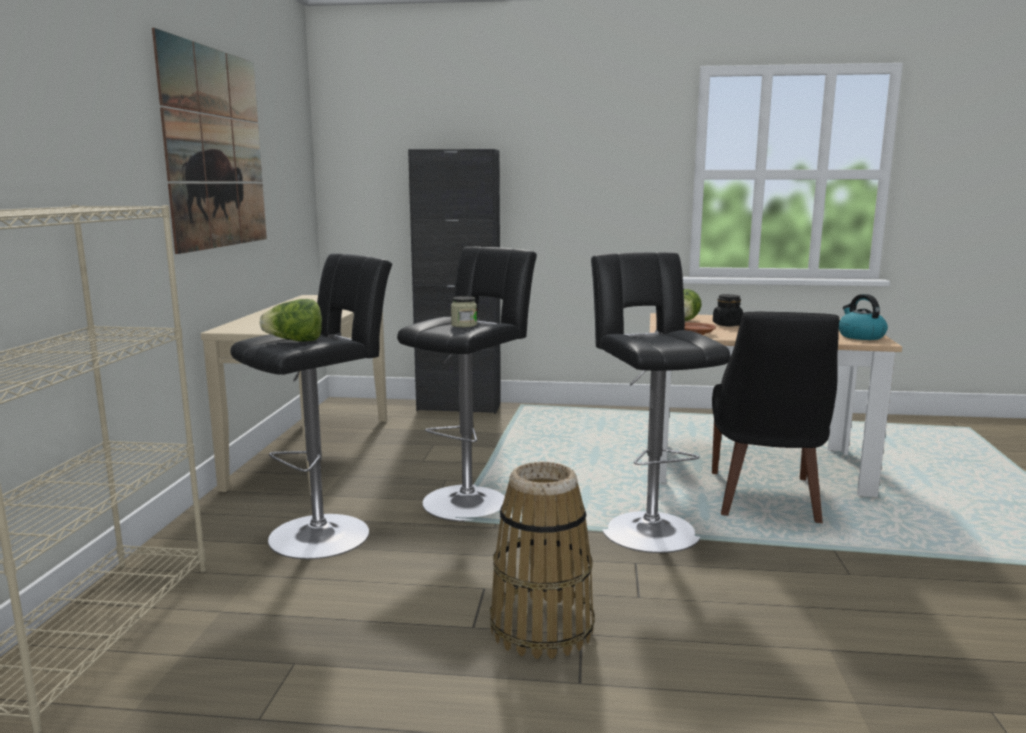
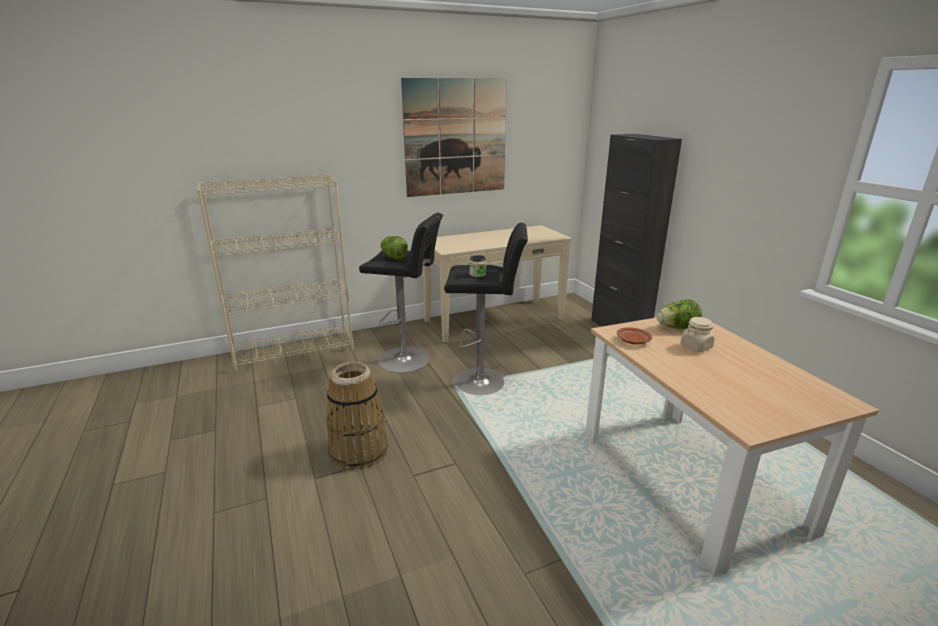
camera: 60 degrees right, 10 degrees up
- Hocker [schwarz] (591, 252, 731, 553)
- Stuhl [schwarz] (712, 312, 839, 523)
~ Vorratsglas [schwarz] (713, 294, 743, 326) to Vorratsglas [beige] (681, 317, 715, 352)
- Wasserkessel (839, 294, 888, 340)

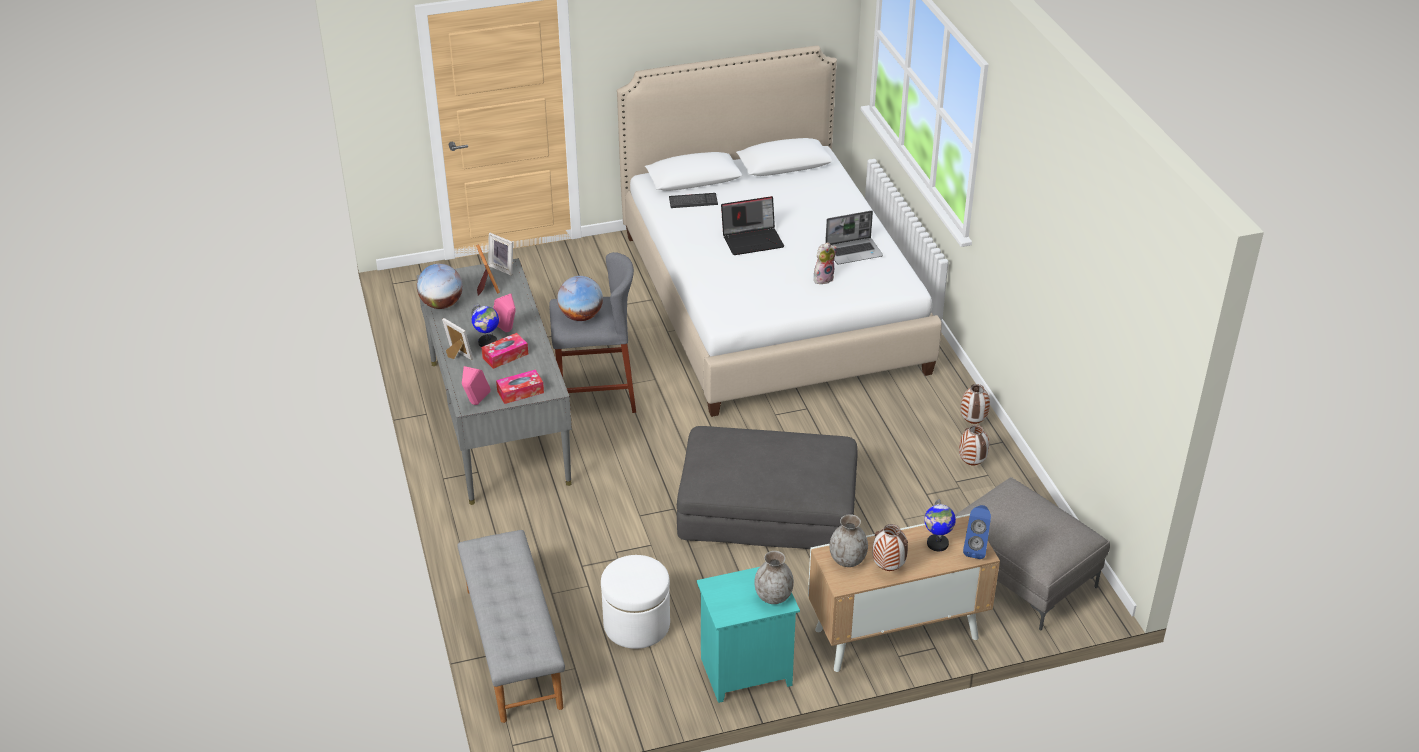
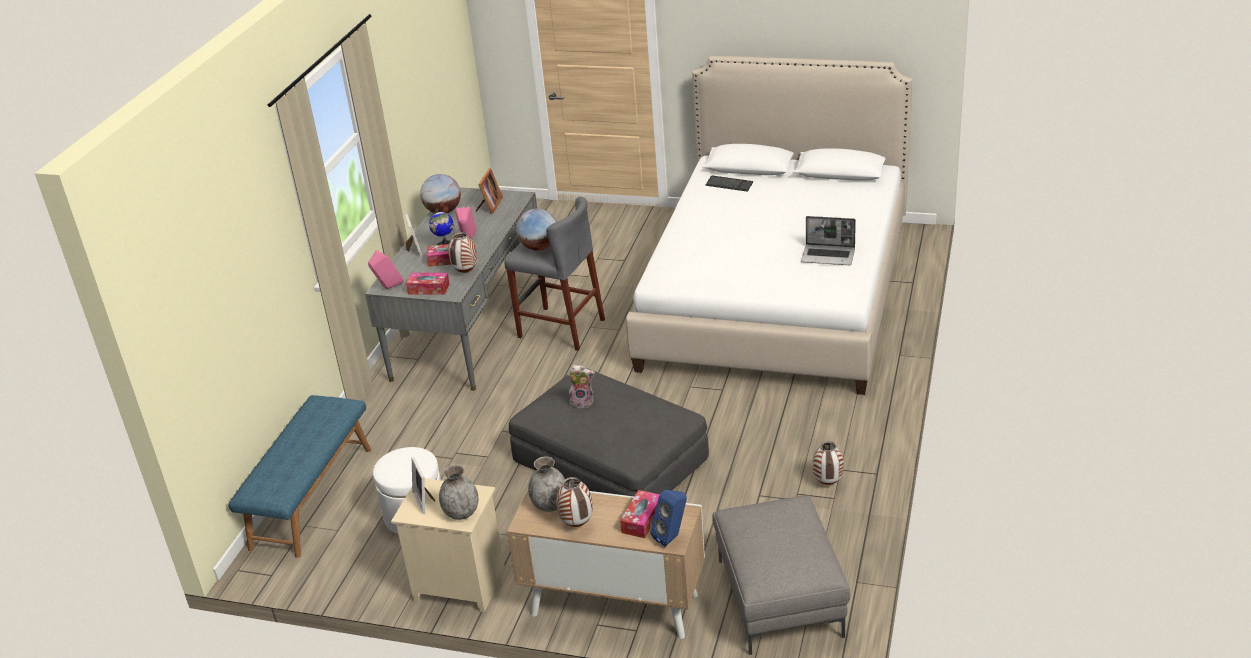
camera: 35 degrees right, 5 degrees down
~ Bank [grau] (457, 530, 565, 723) to Bank [blau] (228, 395, 371, 558)
~ Bilderrahmen (488, 233, 513, 275) to (412, 457, 435, 514)
~ Nachttisch [türkis] (697, 567, 800, 703) to Nachttisch [beige] (391, 478, 505, 612)
- Laptop (721, 196, 784, 255)
~ Plüschtier (814, 242, 838, 284) to (568, 365, 595, 408)
~ Globus (924, 500, 956, 551) to Taschentuchbox (620, 490, 660, 538)
~ Vase (961, 384, 990, 424) to (448, 232, 477, 273)

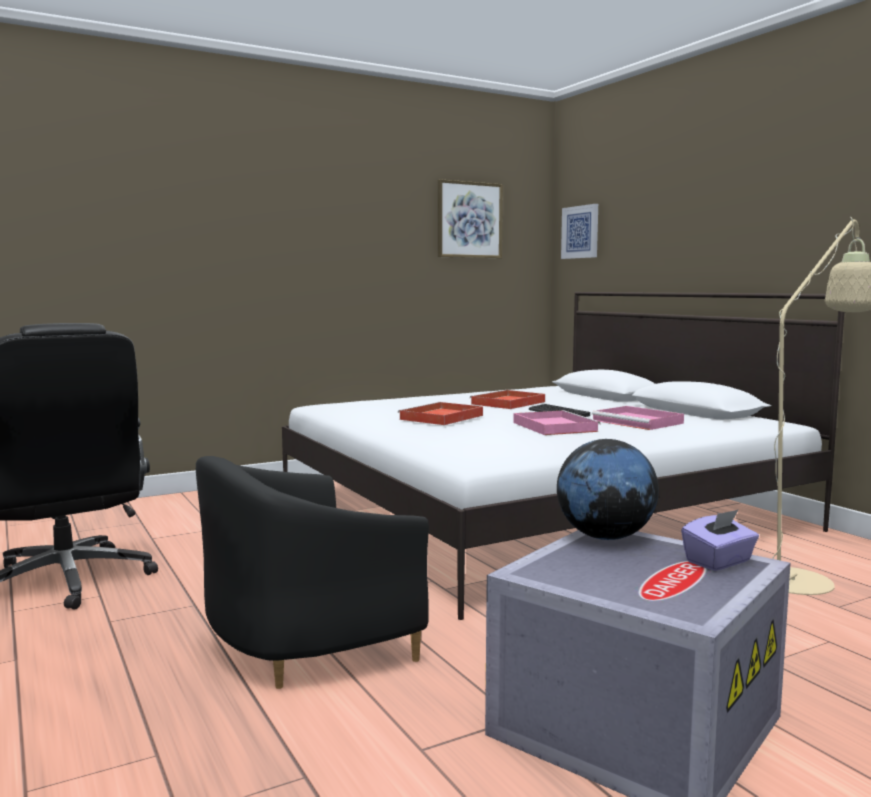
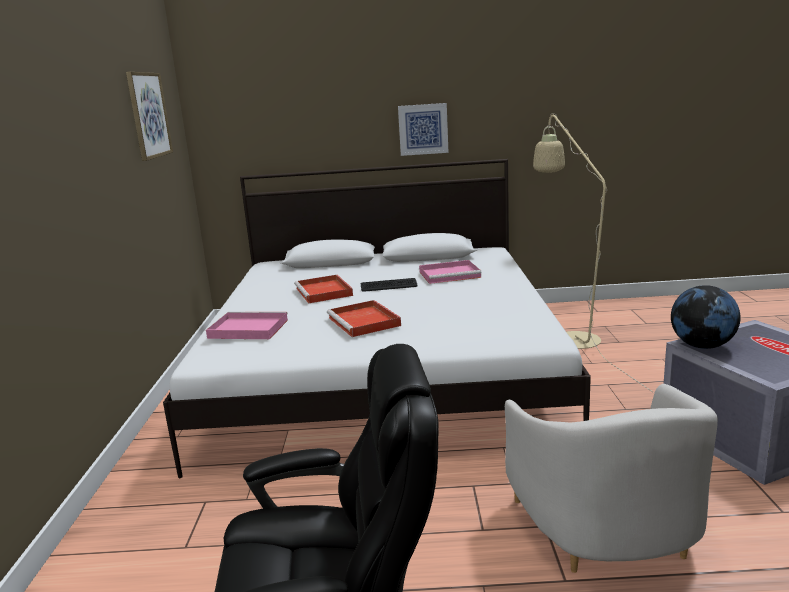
camera: 60 degrees left, 10 degrees up
~ Sessel [schwarz] (196, 456, 429, 689) to Sessel [weiß] (505, 384, 718, 573)
~ Tablett [rosa] (513, 410, 601, 435) to (206, 312, 288, 339)
~ Bild (561, 204, 598, 259) to (398, 103, 448, 156)
- Taschentuchbox [lila] (681, 509, 759, 571)

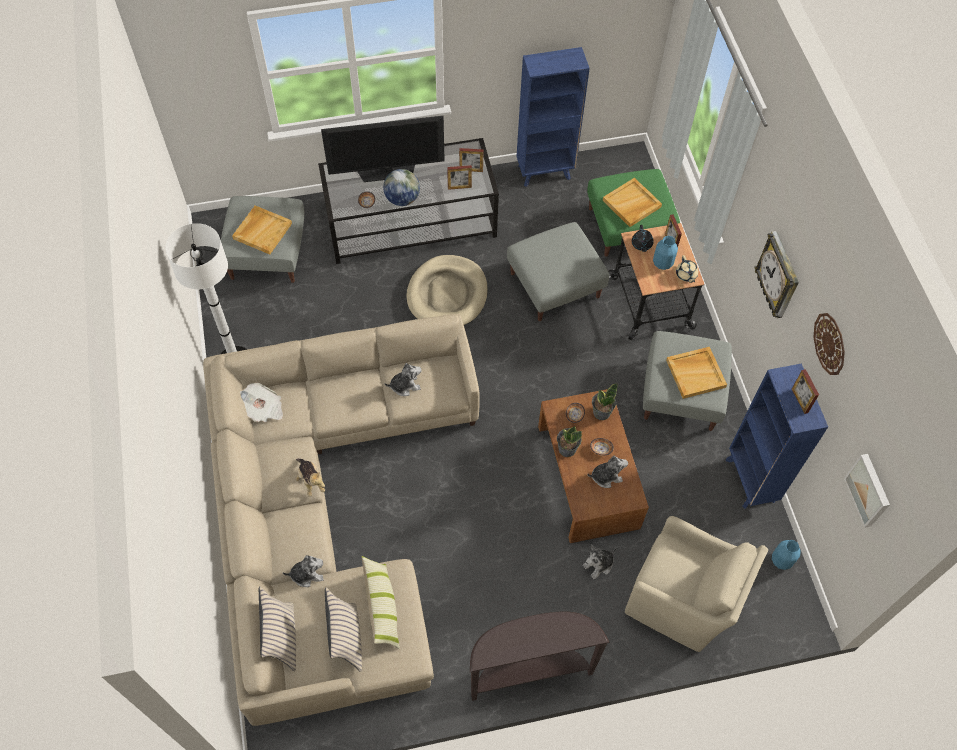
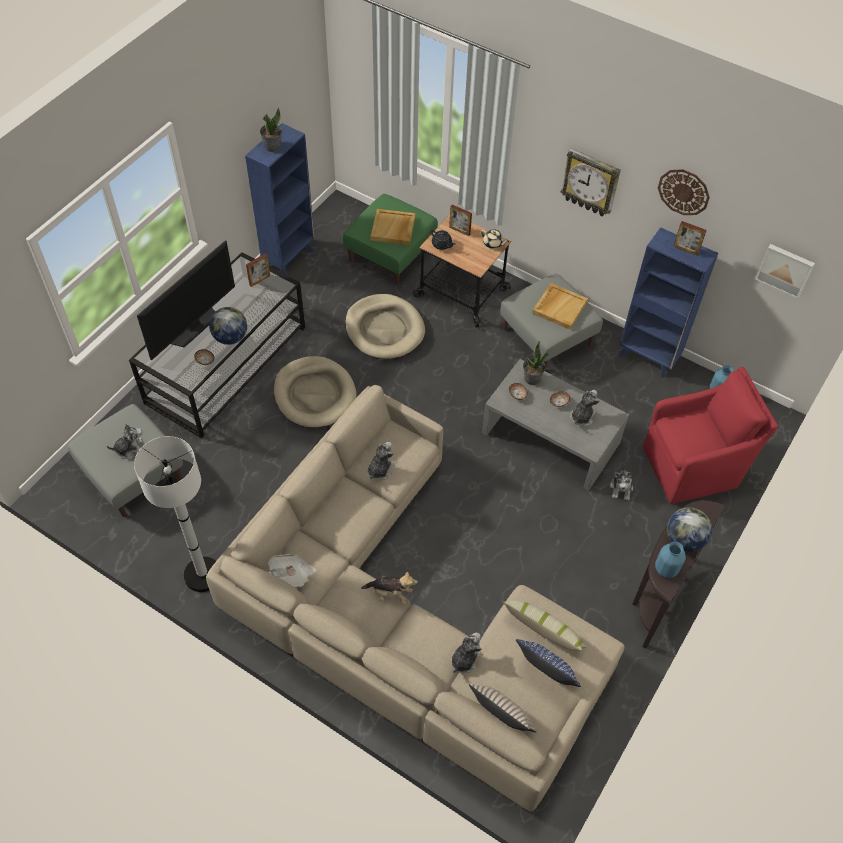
camera: 45 degrees left, 5 degrees down
~ Tablett [beige] (232, 206, 292, 254) to Plüschtier (107, 424, 143, 459)
~ Kissen [beige] (325, 587, 362, 672) to Kissen [blau] (516, 639, 581, 687)
- Bilderrahmen (447, 165, 472, 190)
~ Polsterhocker [grau] (507, 222, 609, 321) to Hundebett [beige] (345, 294, 425, 359)
~ Couchtisch [braun] (538, 389, 649, 543) to Couchtisch [grau] (482, 359, 629, 491)
~ Topfpflanze (557, 426, 582, 457) to (260, 108, 282, 152)
~ Sessel [beige] (625, 516, 768, 652) to Sessel [rot] (643, 367, 778, 504)
~ Vase [blau] (653, 236, 678, 270) to (655, 542, 686, 578)
+ Globus (667, 507, 712, 552)

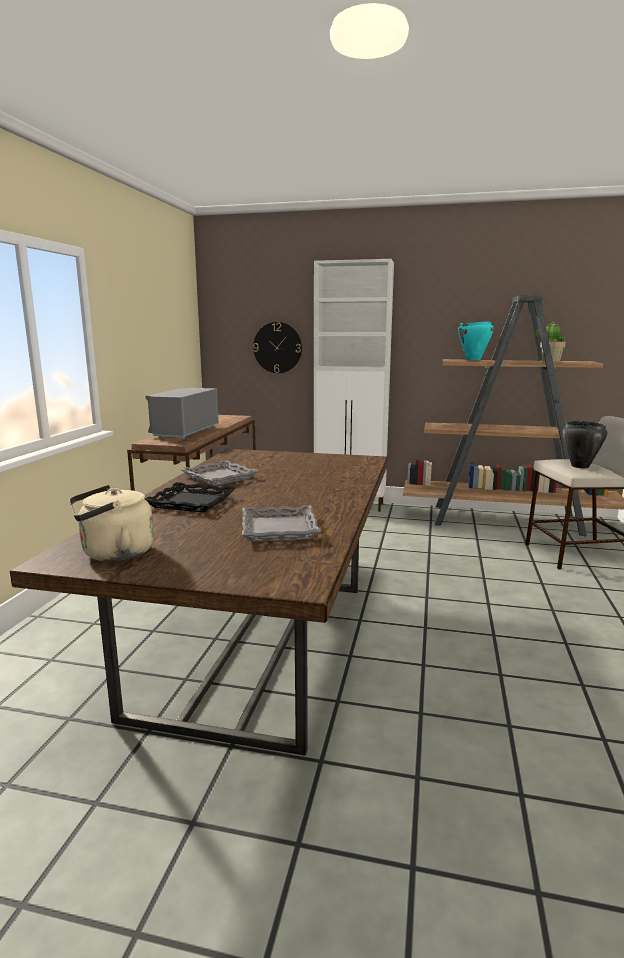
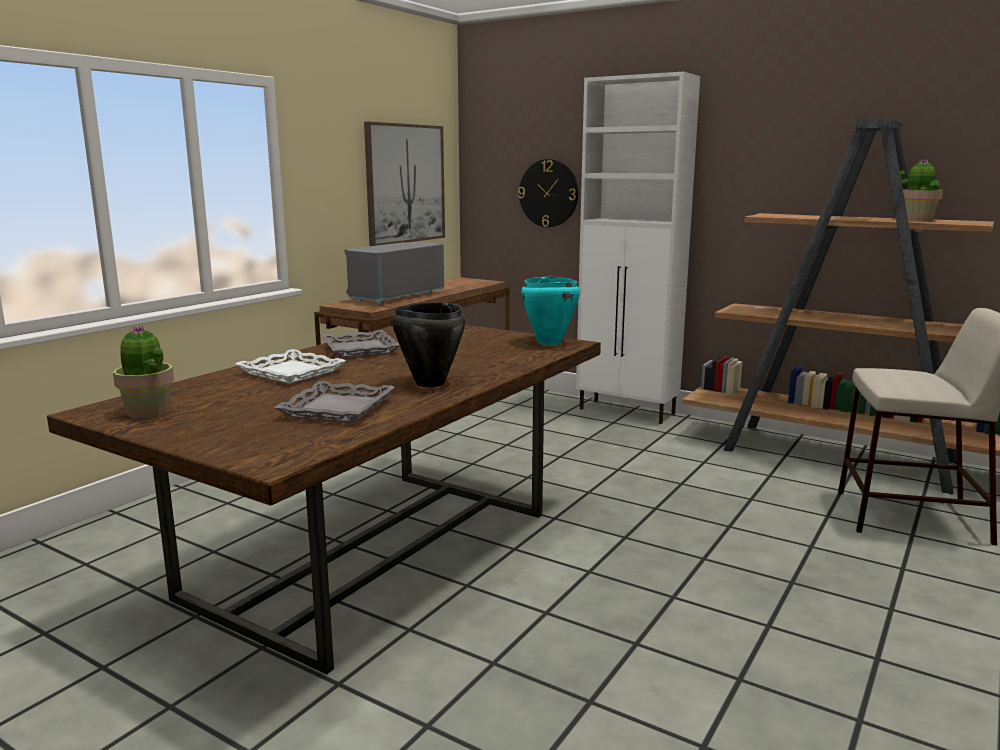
camera: 20 degrees right, 0 degrees up
~ Wasserkessel [beige] (69, 485, 154, 562) to Topfpflanze (113, 325, 174, 418)
~ Tablett [schwarz] (145, 482, 236, 513) to Tablett [weiß] (235, 349, 346, 384)
~ Kochtopf [türkis] (458, 321, 494, 360) to (521, 276, 580, 345)
~ Kochtopf [schwarz] (563, 421, 607, 468) to (392, 302, 465, 387)
+ Bild (364, 122, 445, 246)

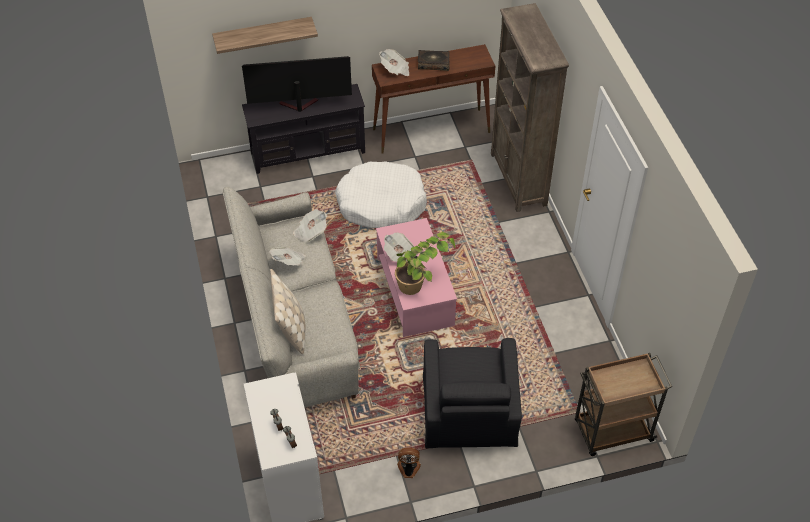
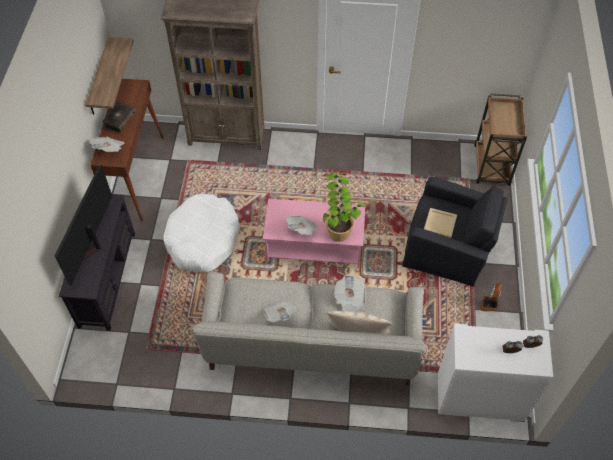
camera: 70 degrees left, 5 degrees up
~ Wandregal (212, 17, 318, 54) to (85, 37, 134, 115)
~ Zeitung (293, 209, 327, 243) to (334, 274, 366, 311)
+ Tablett [beige] (424, 208, 457, 238)

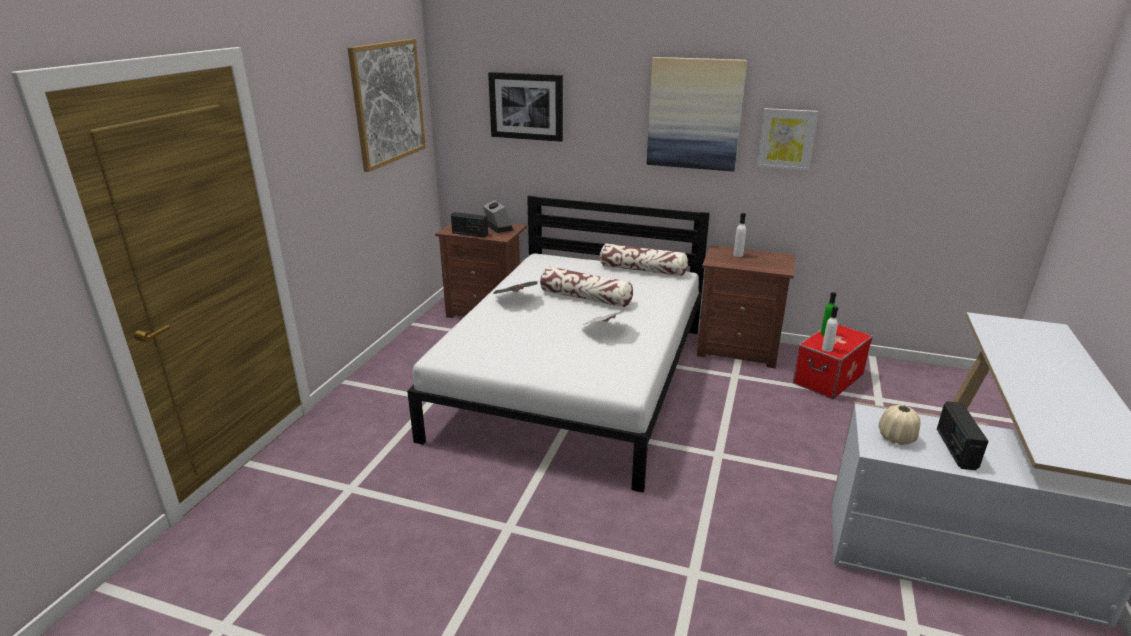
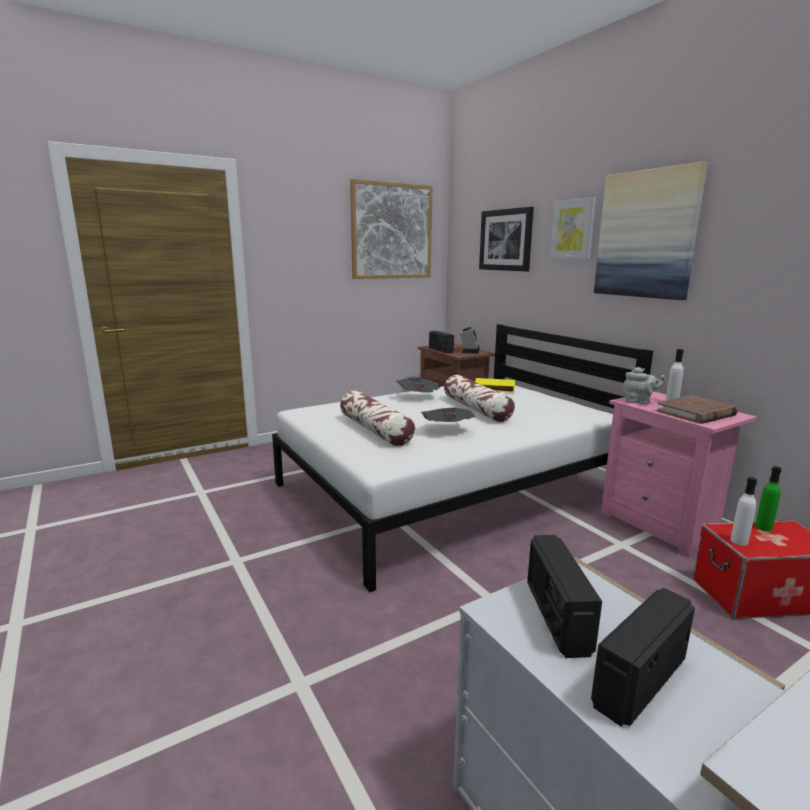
camera: 40 degrees right, 10 degrees down
~ Kissen (600, 243, 688, 276) to (340, 391, 415, 446)
~ Nachttisch [braun] (697, 245, 795, 368) to Nachttisch [rosa] (601, 392, 757, 558)
~ Bild (757, 108, 818, 171) to (550, 197, 596, 259)
~ Vase [beige] (879, 405, 920, 445) to Radio (527, 535, 602, 658)
+ Buch [gelb] (475, 378, 515, 392)
+ Teekanne [grau] (623, 367, 666, 404)
+ Buch [braun] (656, 395, 738, 424)

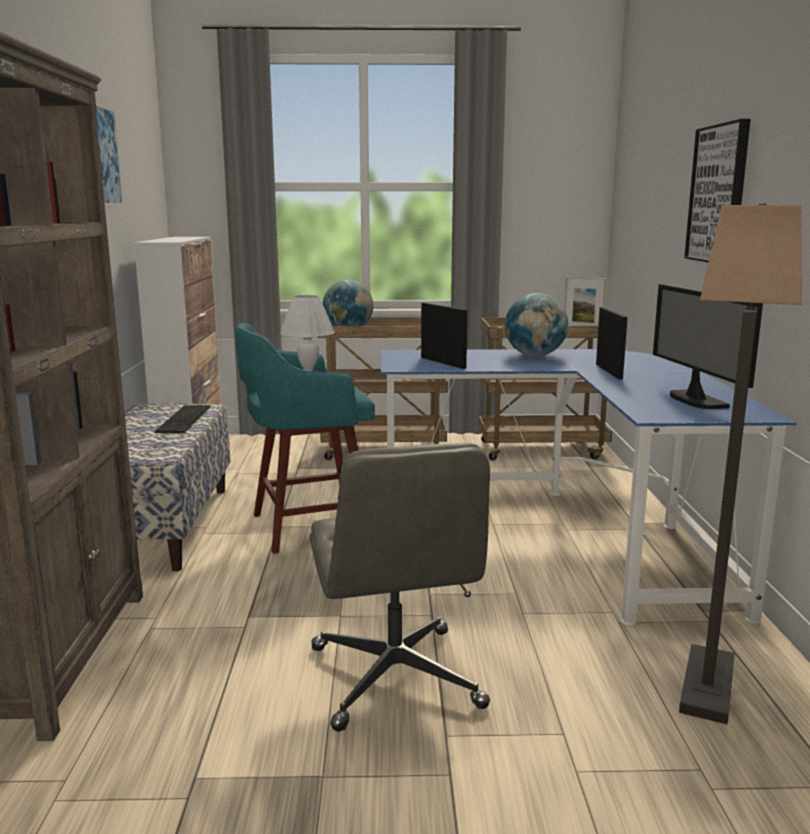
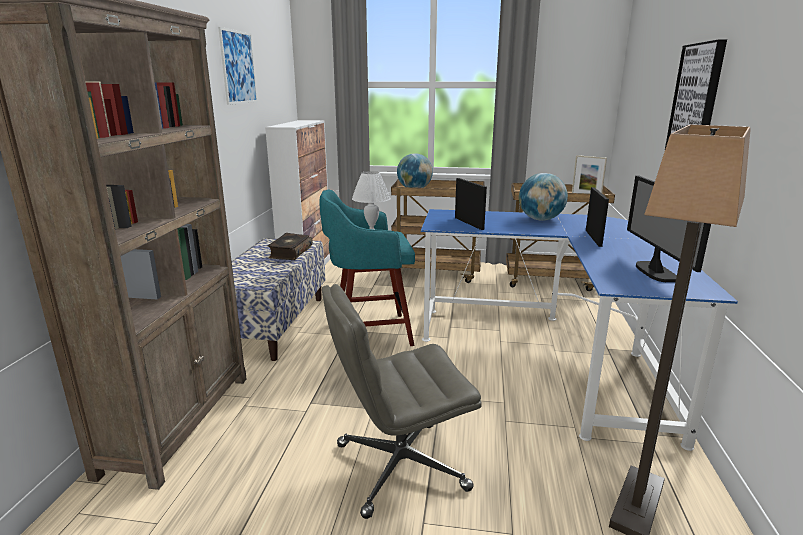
camera: 10 degrees right, 5 degrees up
~ Tastatur (154, 405, 210, 433) to Buch (267, 233, 313, 260)
~ Bürostuhl [grau] (310, 443, 490, 731) = (322, 284, 482, 519) 75 degrees clockwise

